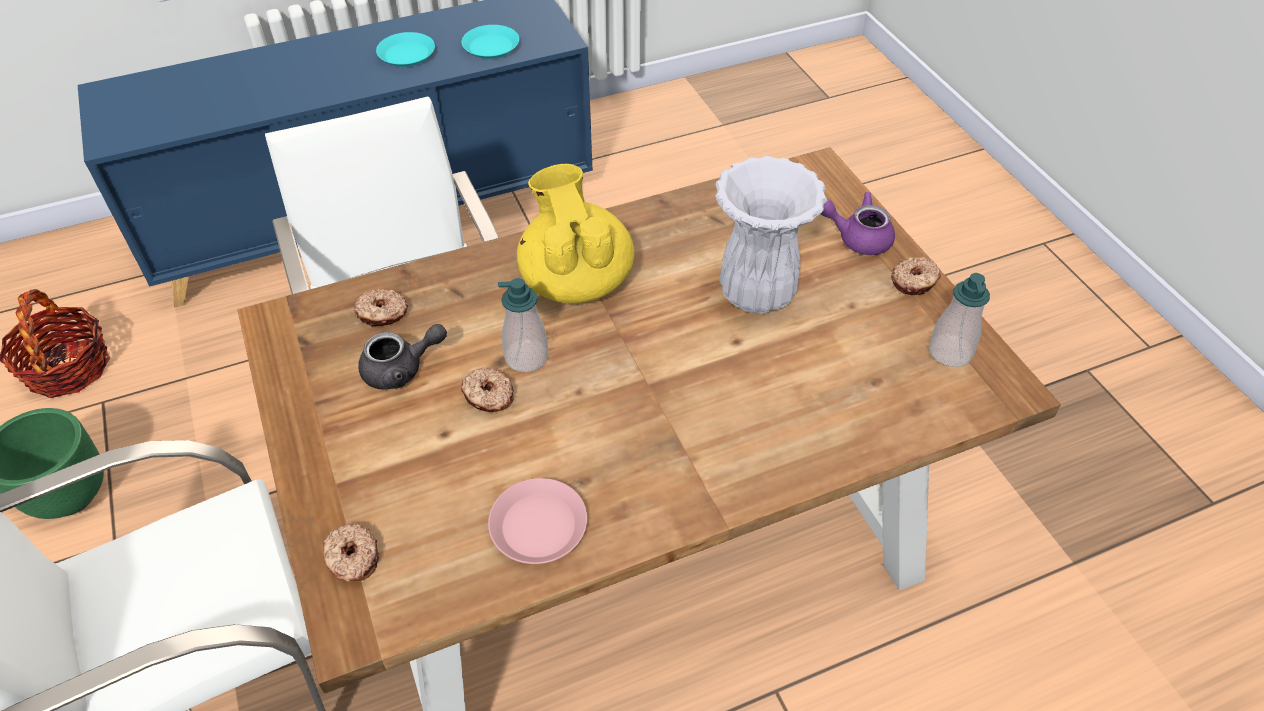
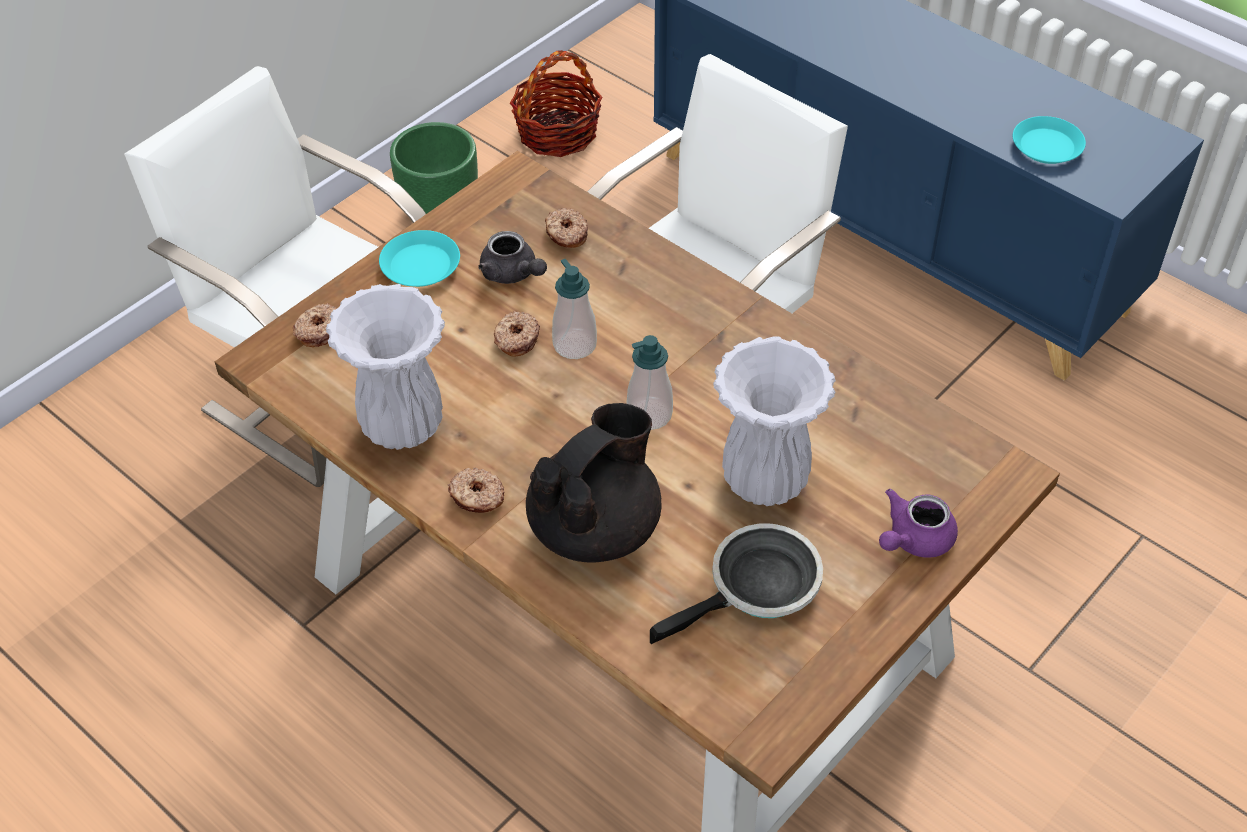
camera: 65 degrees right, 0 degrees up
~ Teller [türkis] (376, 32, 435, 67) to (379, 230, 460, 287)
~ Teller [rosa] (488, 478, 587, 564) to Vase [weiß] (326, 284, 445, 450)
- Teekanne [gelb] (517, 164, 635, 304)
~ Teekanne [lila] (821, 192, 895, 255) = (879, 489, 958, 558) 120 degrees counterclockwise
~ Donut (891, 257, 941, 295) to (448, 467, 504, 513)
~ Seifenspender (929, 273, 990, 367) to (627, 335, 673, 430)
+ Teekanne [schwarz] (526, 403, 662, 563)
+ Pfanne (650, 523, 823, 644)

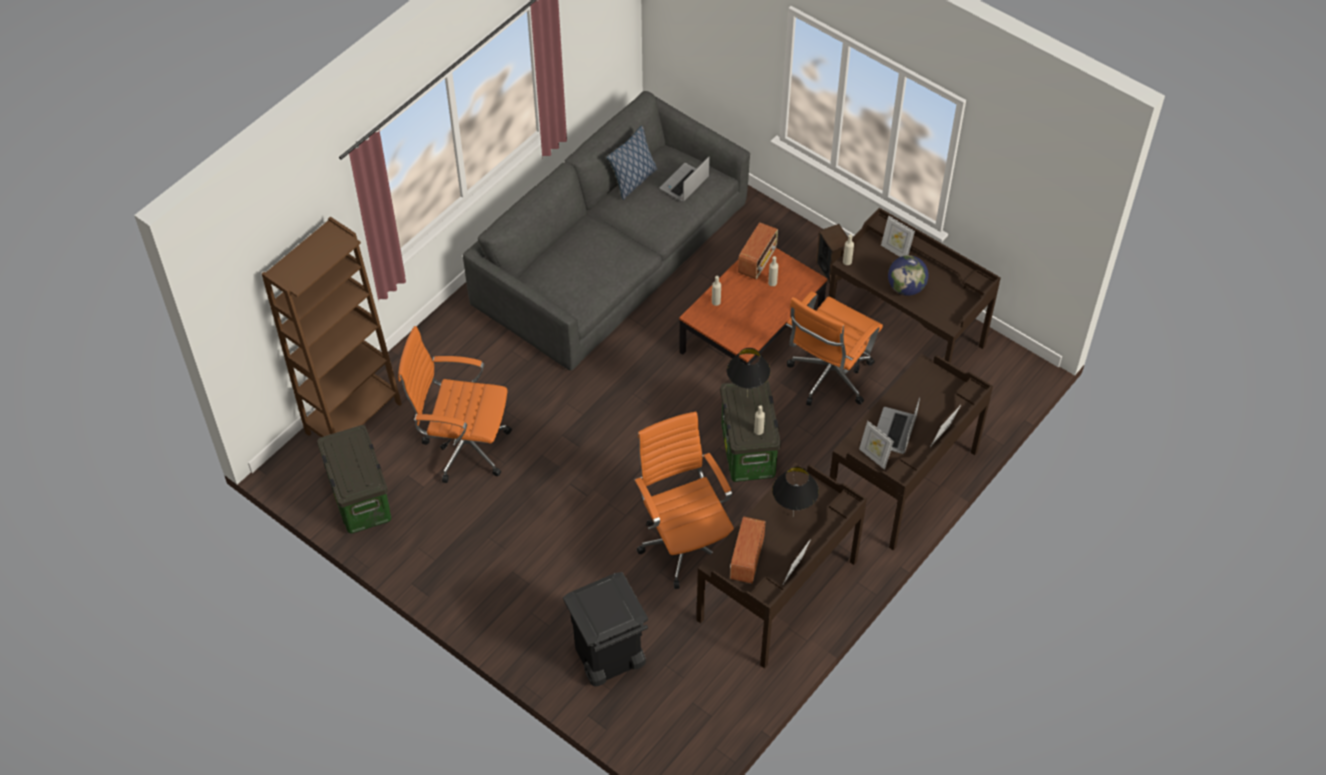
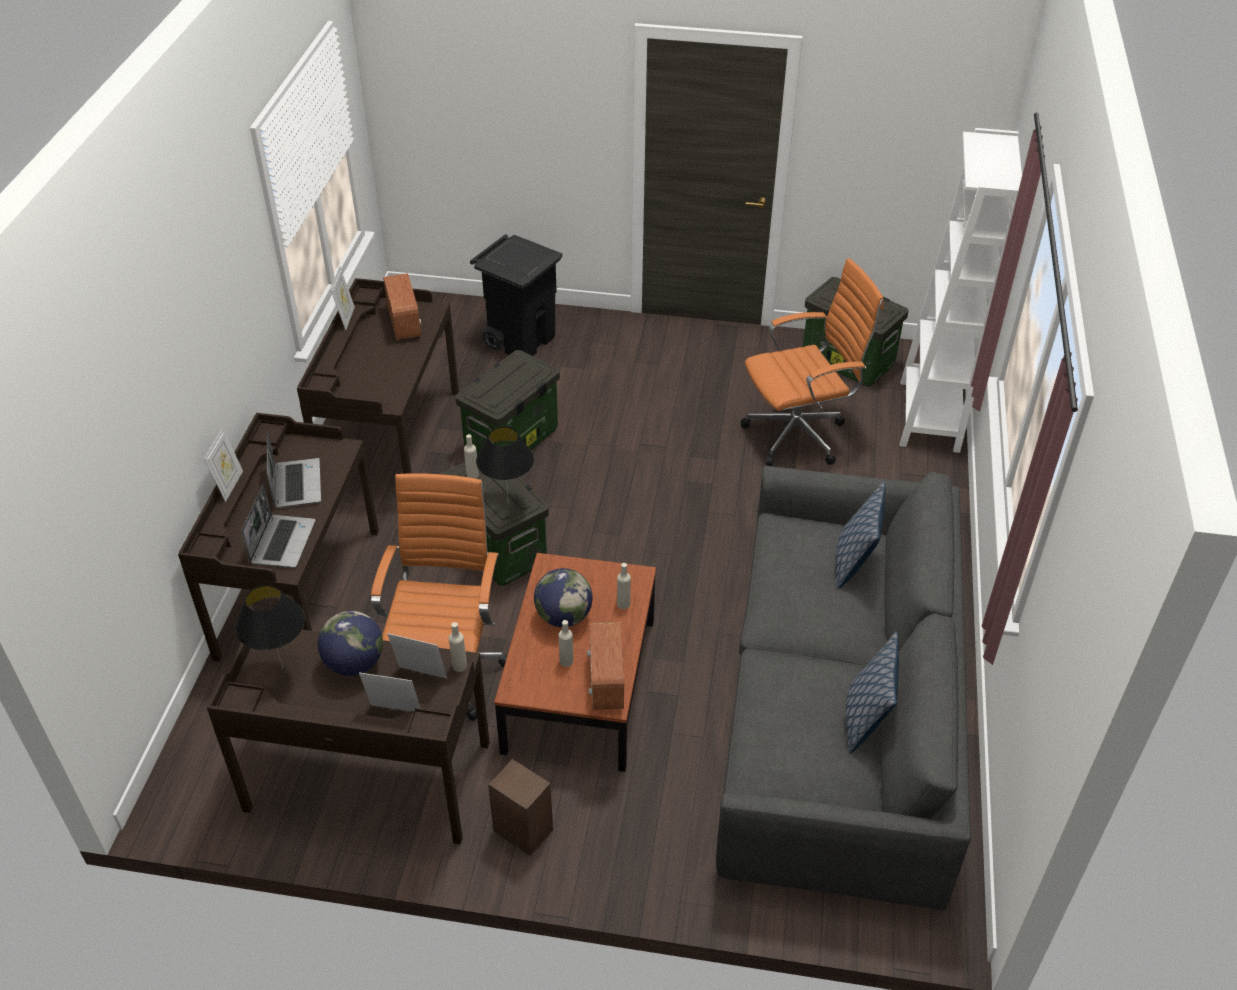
camera: 150 degrees right, 10 degrees down
~ Bücherregal [braun] (262, 217, 402, 437) to Bücherregal [weiß] (899, 128, 1022, 453)
~ Bürostuhl [orange] (634, 411, 734, 589) to Aufbewahrungsbox (456, 350, 560, 455)
~ Laptop (659, 157, 710, 202) to (241, 484, 316, 568)
~ Tischlampe [schwarz] (772, 467, 819, 515) to (235, 585, 305, 669)
~ Bilderrahmen (859, 421, 894, 470) to (388, 633, 447, 679)
+ Globus (534, 568, 593, 627)
+ Kissen (836, 482, 886, 588)

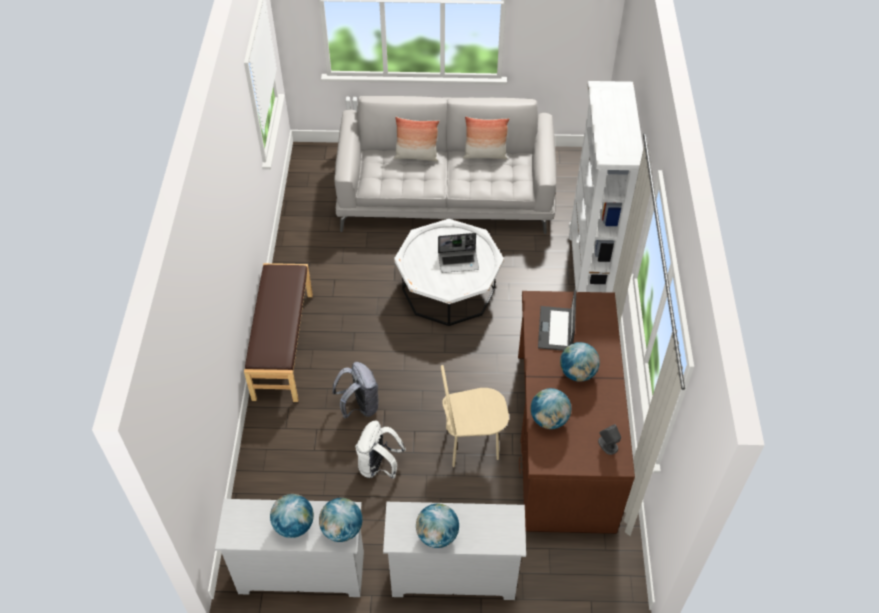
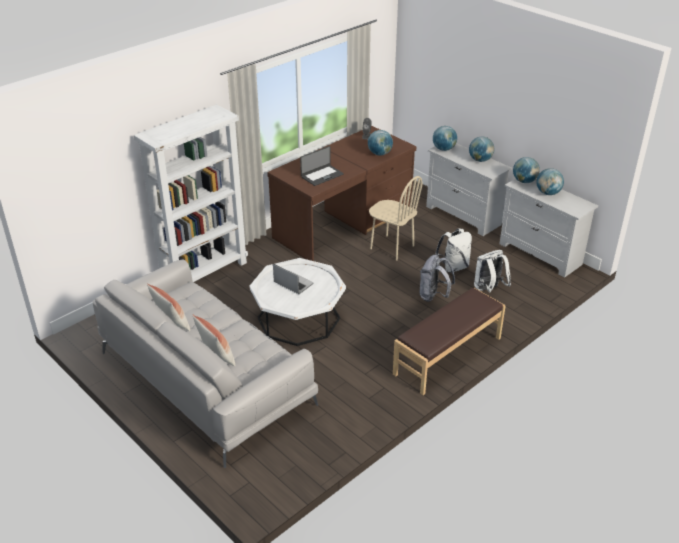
camera: 135 degrees left, 15 degrees down
~ Globus (560, 342, 600, 382) to (433, 126, 457, 151)
+ Rucksack [weiß] (474, 250, 511, 292)

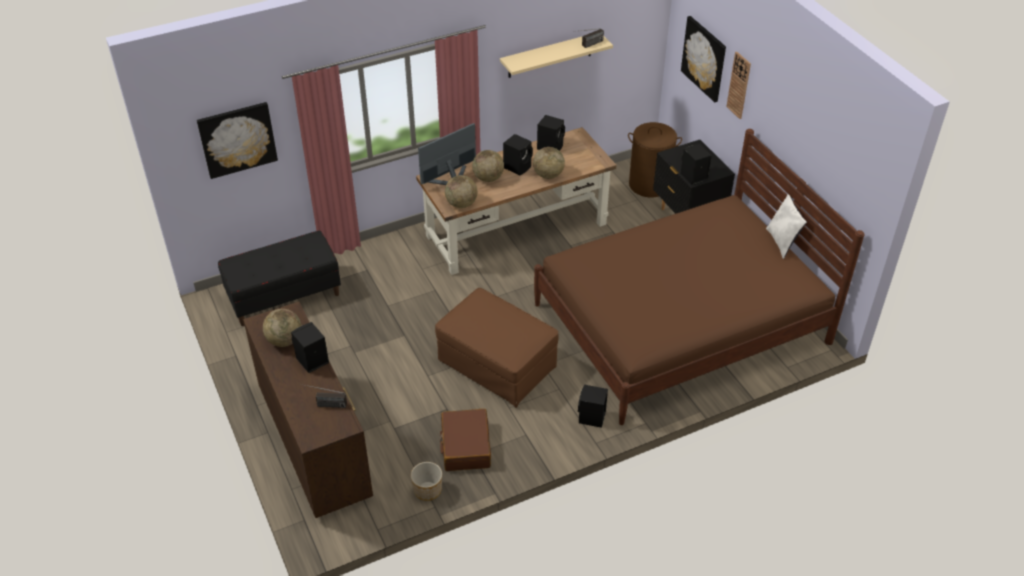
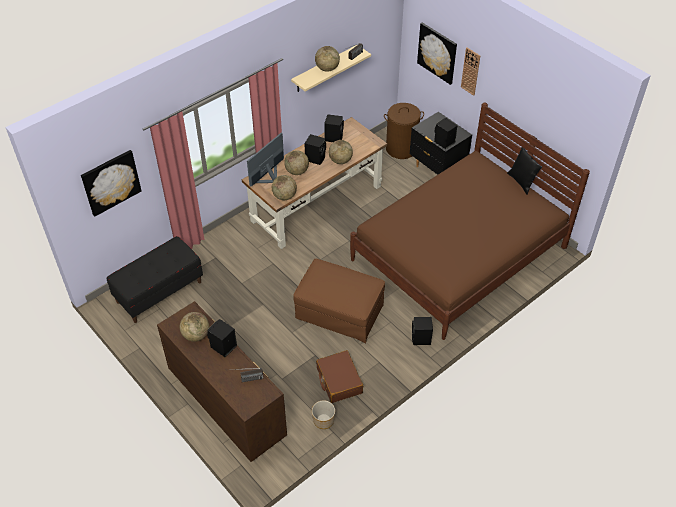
camera: 15 degrees left, 5 degrees up
~ Kissen [weiß] (766, 194, 807, 259) to Kissen [schwarz] (507, 147, 542, 195)
+ Globus (315, 46, 340, 72)

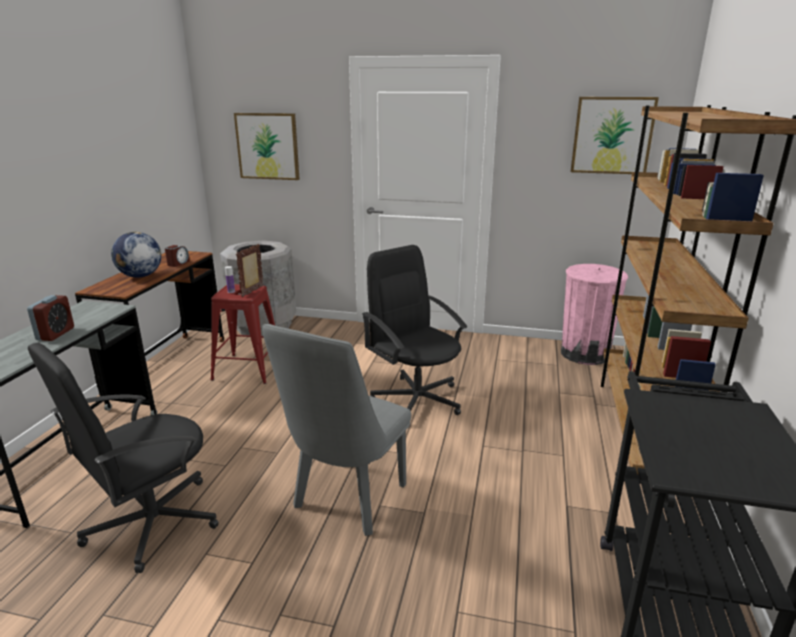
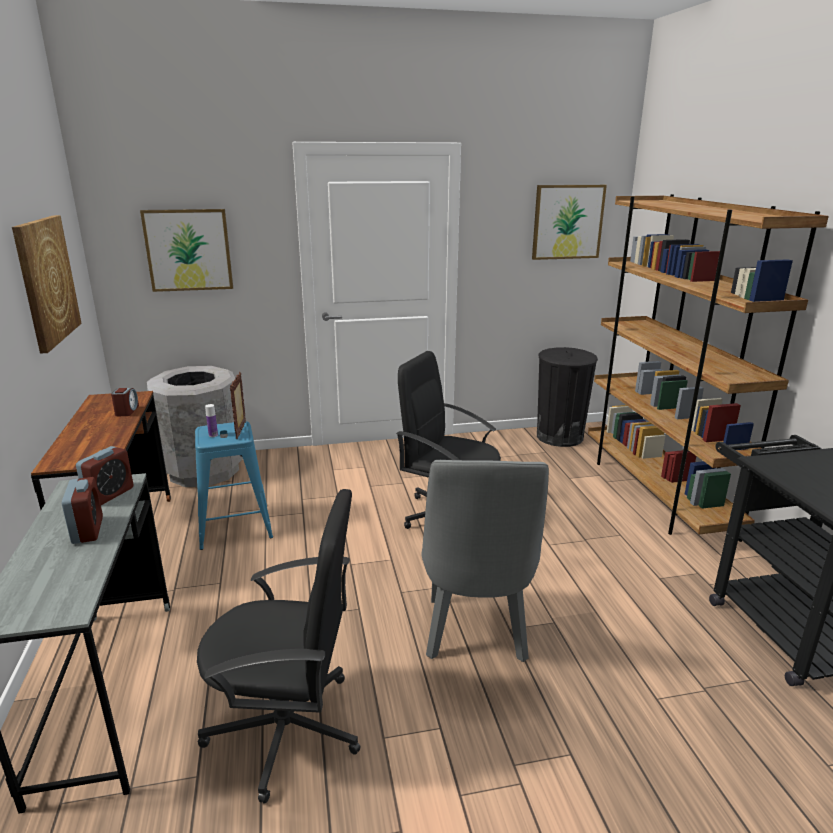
camera: 25 degrees left, 0 degrees up
~ Bürostuhl [schwarz] (28, 343, 219, 573) = (197, 489, 361, 804) 105 degrees counterclockwise
- Globus (111, 232, 162, 278)
~ Hocker [rot] (211, 284, 275, 384) to Hocker [blau] (195, 421, 273, 550)
~ Mülleimer [rosa] (561, 264, 628, 365) to Mülleimer [schwarz] (537, 347, 598, 447)
+ Bild (12, 215, 81, 354)
+ Wecker (76, 446, 134, 505)

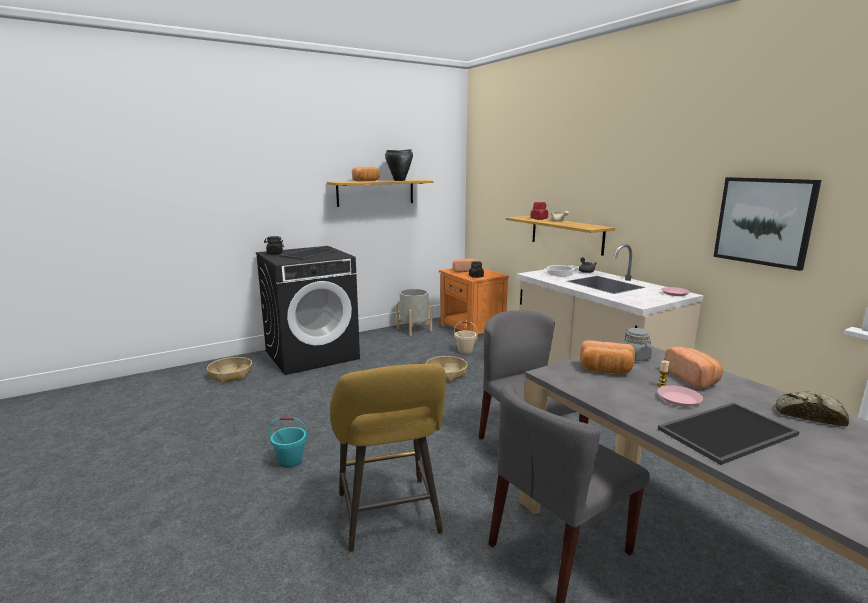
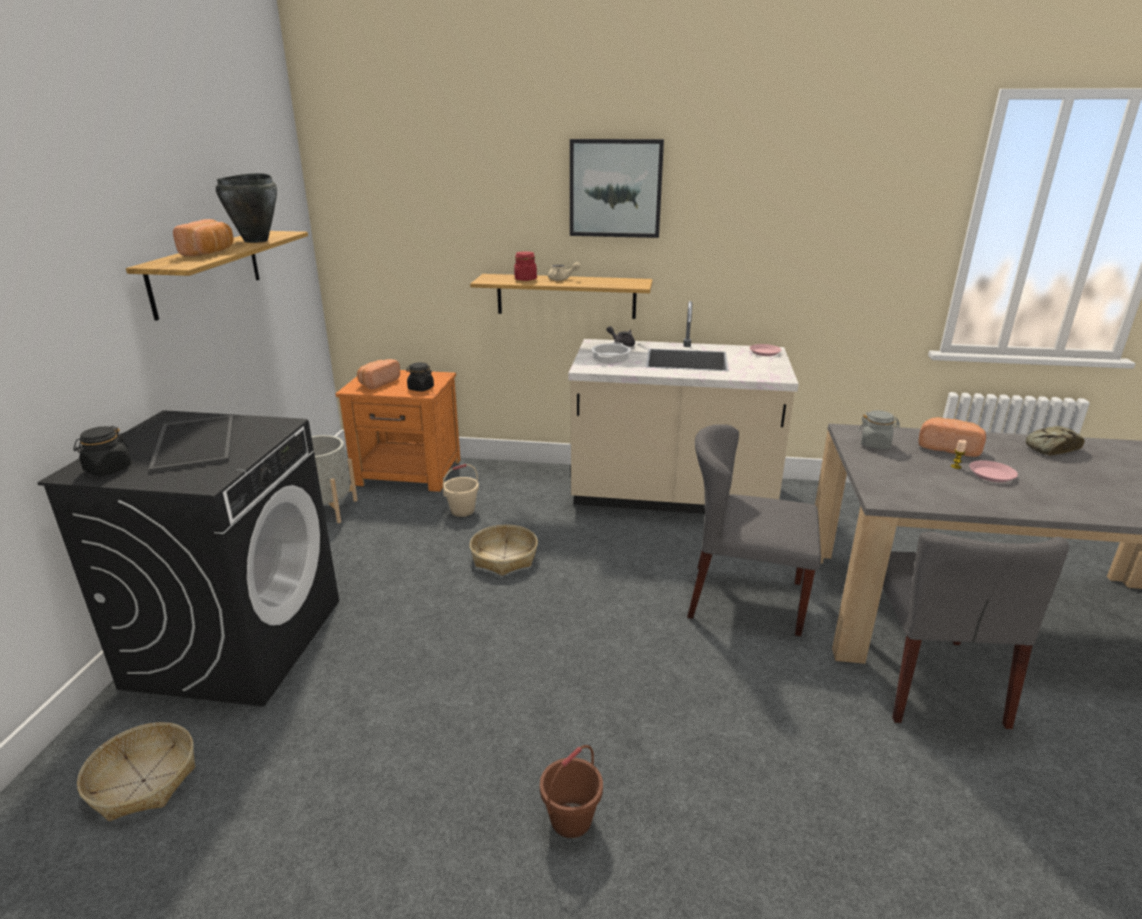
camera: 50 degrees left, 10 degrees up
~ Eimer [türkis] (269, 417, 308, 468) to Eimer [braun] (540, 745, 603, 838)
- Hocker [gelb] (330, 363, 446, 552)
- Brot (580, 340, 635, 374)
- Tablett (658, 402, 800, 465)
~ Bild (713, 177, 821, 271) to (570, 139, 664, 238)

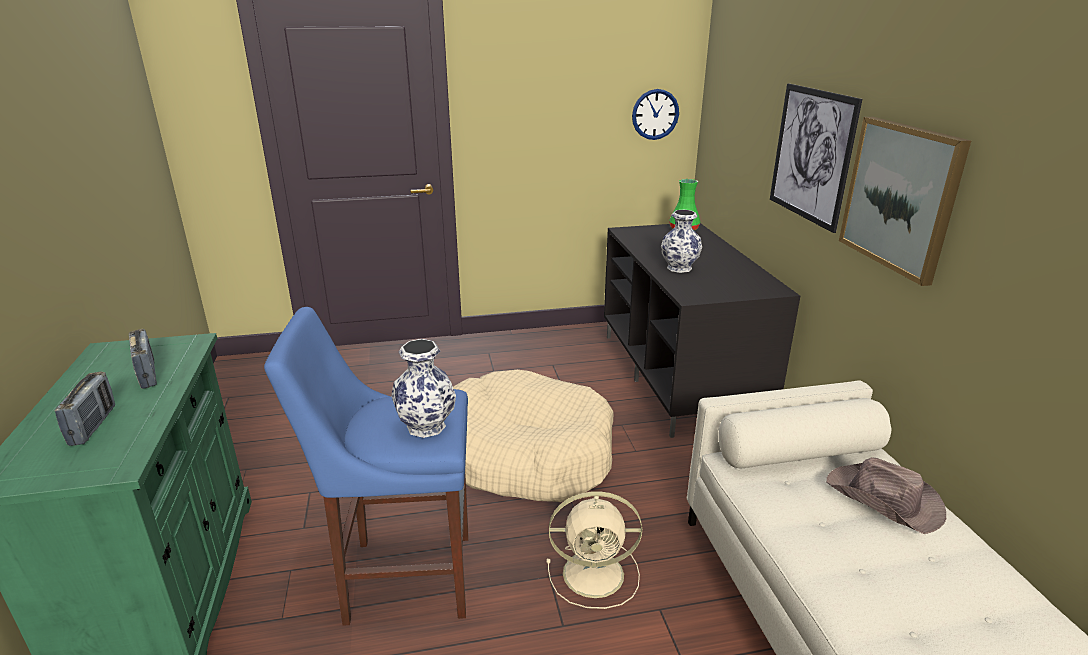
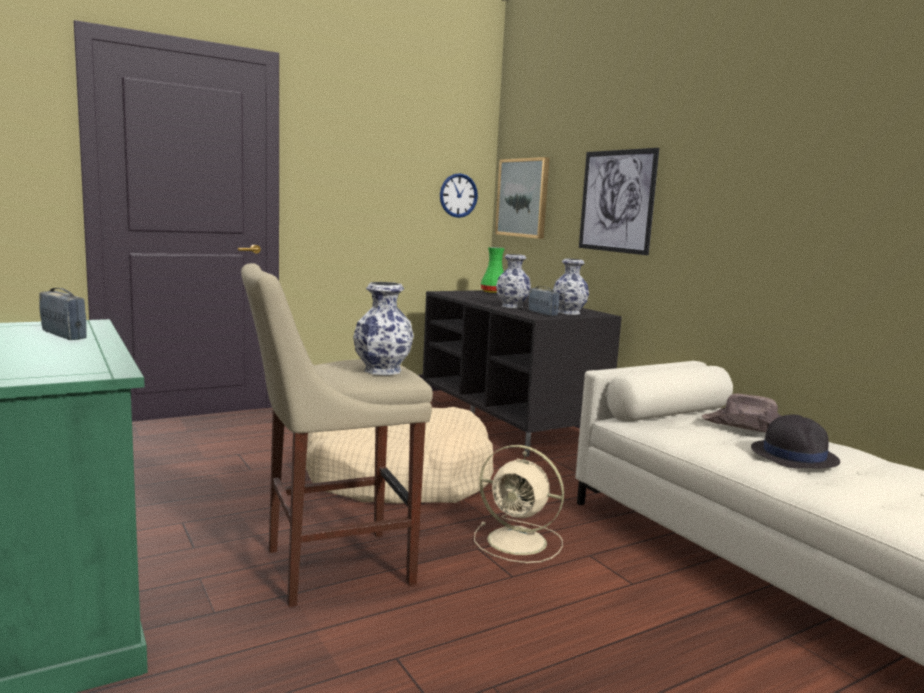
camera: 20 degrees left, 15 degrees down
~ Radio (55, 372, 115, 446) to (529, 286, 559, 316)
~ Hocker [blau] (264, 307, 469, 626) to Hocker [beige] (241, 263, 433, 607)
~ Ventilator [beige] (546, 491, 642, 609) = (474, 445, 564, 563) 45 degrees clockwise
~ Bild (839, 117, 971, 286) to (495, 157, 550, 239)
+ Vase (553, 259, 589, 315)
+ Hut [schwarz] (751, 415, 840, 468)

